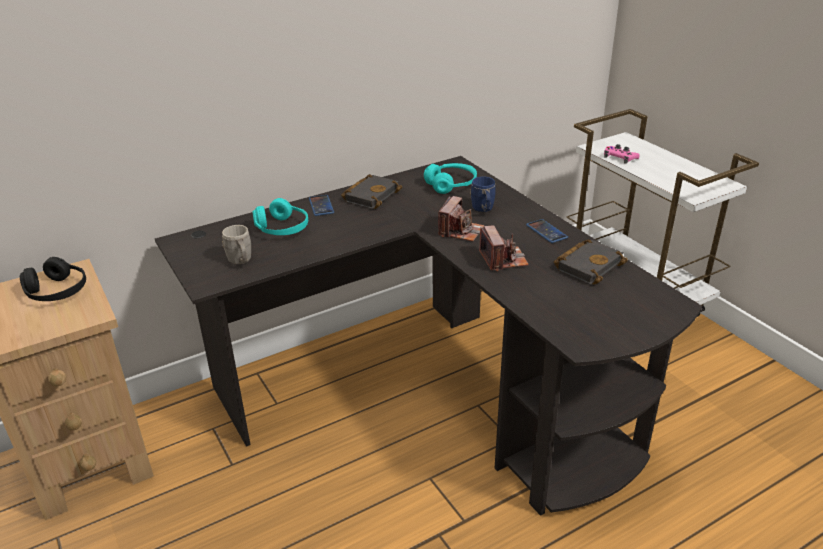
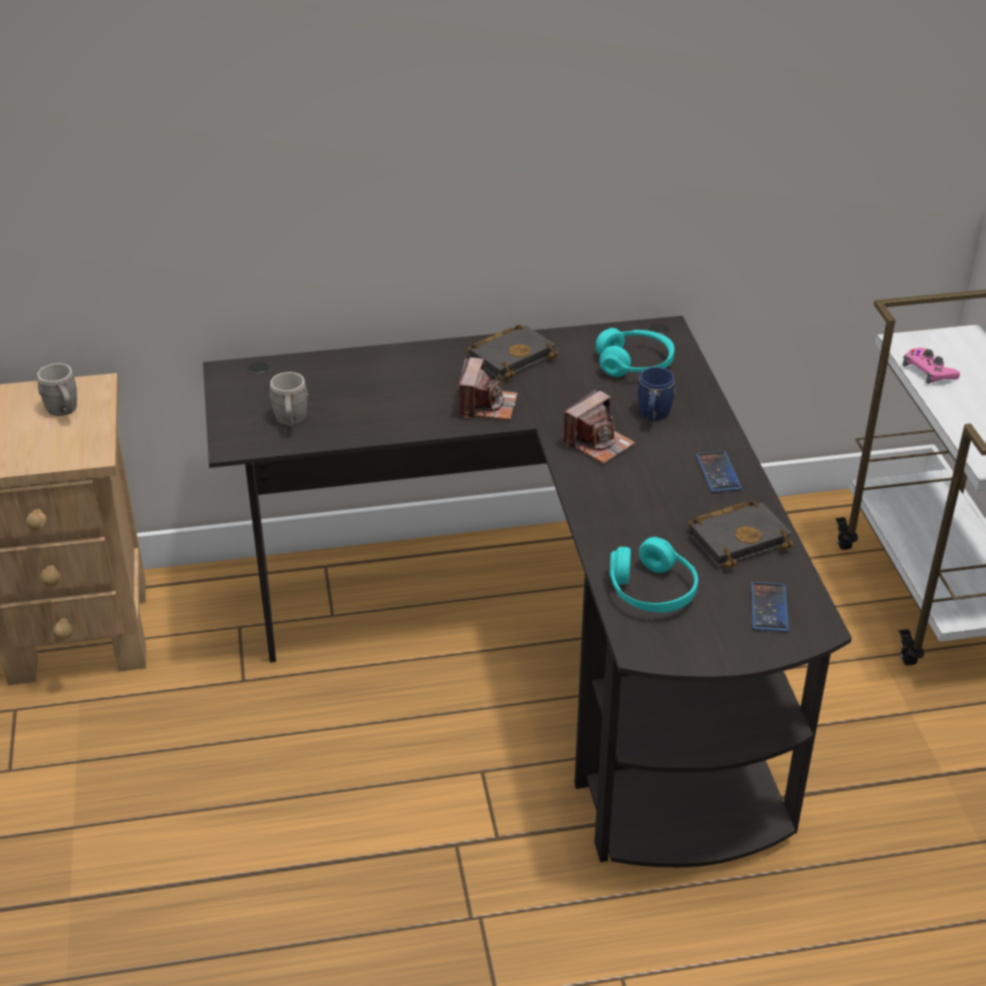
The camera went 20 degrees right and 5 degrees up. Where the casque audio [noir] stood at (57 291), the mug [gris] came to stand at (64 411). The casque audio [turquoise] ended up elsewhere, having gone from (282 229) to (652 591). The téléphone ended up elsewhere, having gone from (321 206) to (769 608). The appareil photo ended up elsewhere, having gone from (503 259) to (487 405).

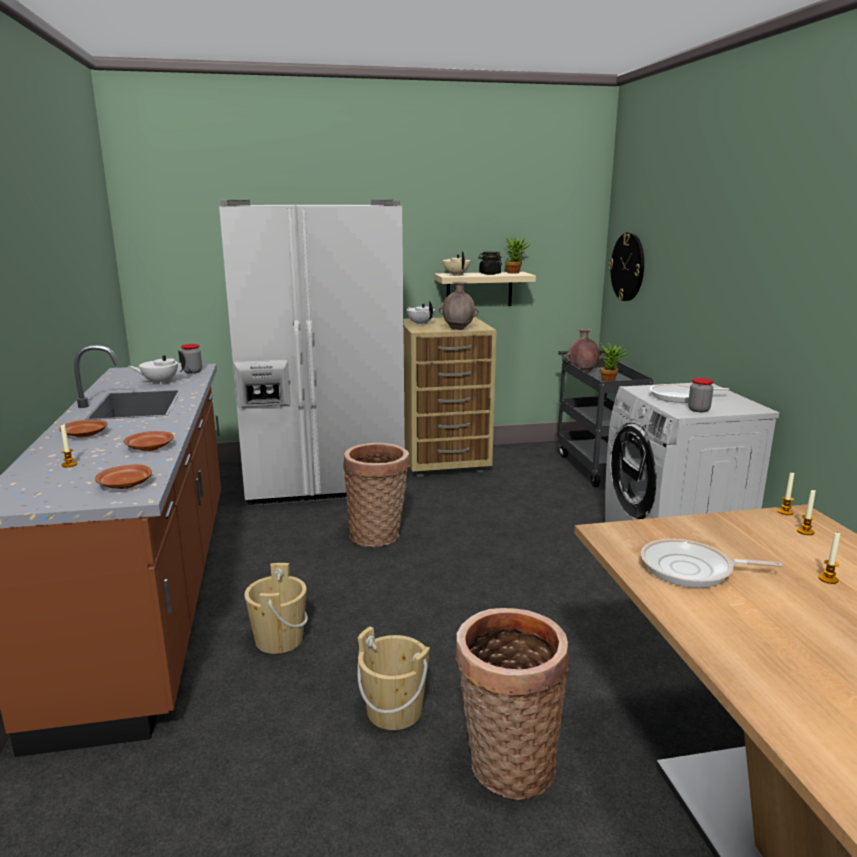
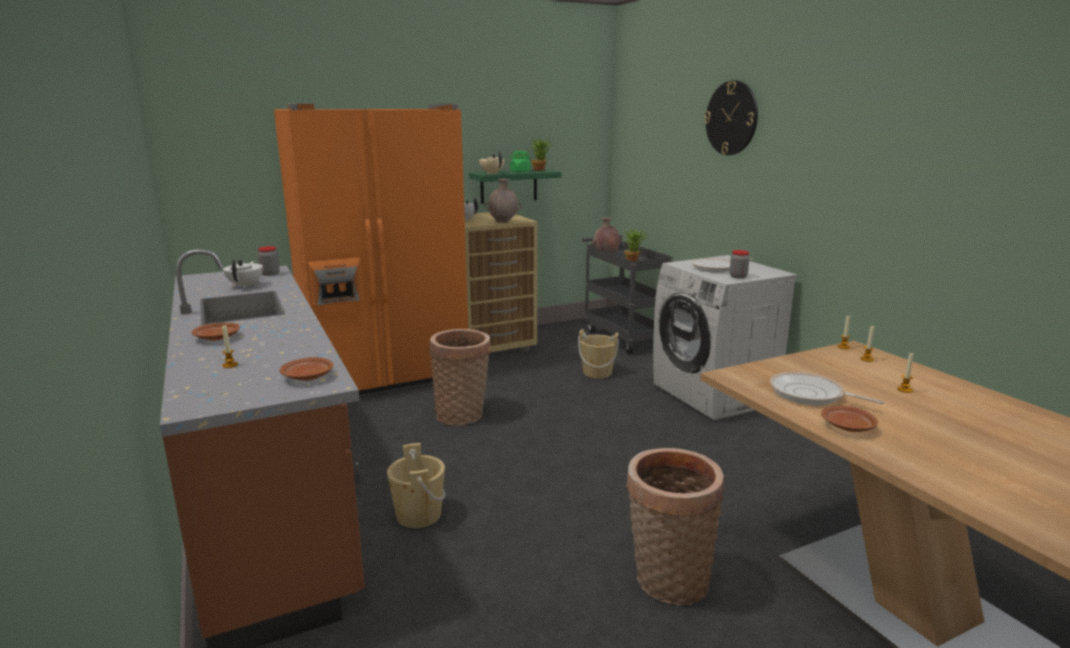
The camera went 15 degrees left and 0 degrees up. The assiette [marron] ended up elsewhere, having gone from (149 448) to (847 427). The théière [blanc] at (160 382) ended up facing another way, 120 degrees clockwise from before. What was the réfrigérateur [blanc] at (324 479) turned into the réfrigérateur [orange] at (385 372). The seau [beige] ended up elsewhere, having gone from (394 710) to (597 372). What was the étagère [beige] at (479 289) turned into the étagère [vert] at (509 186). What was the bocal [noir] at (489 274) turned into the bocal [vert] at (520 171). The horloge murale ended up elsewhere, having gone from (628 267) to (731 118). The poêle at (692 570) ended up facing another way, 45 degrees clockwise from before.

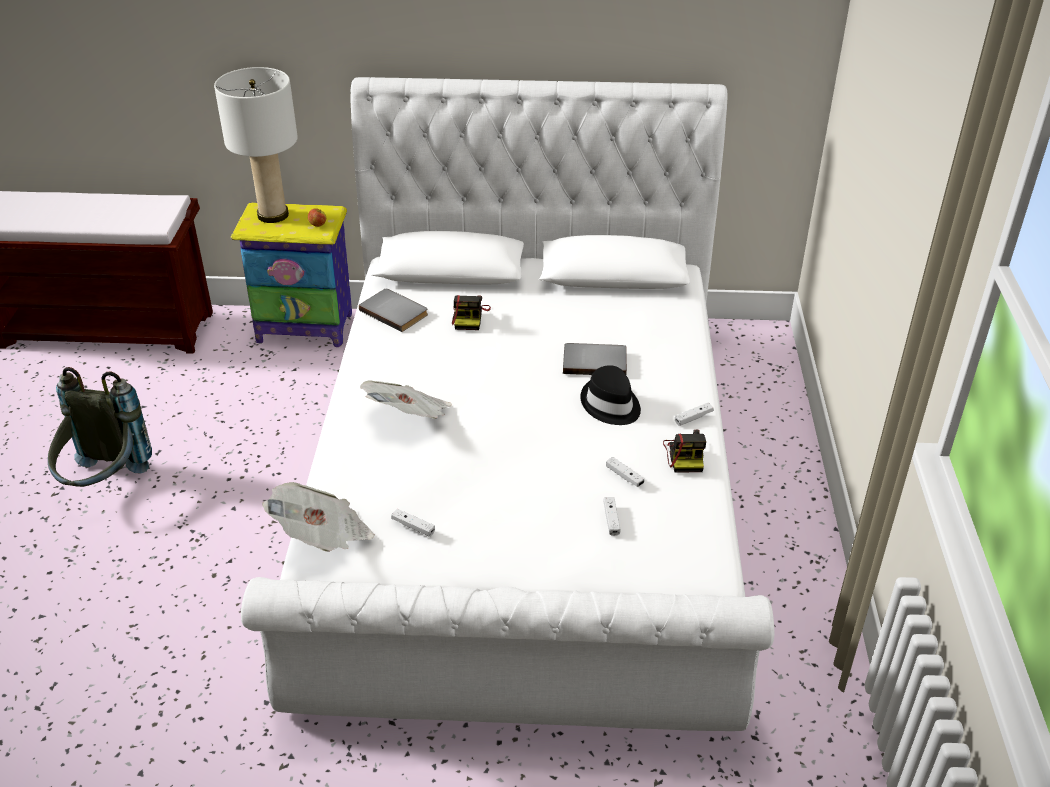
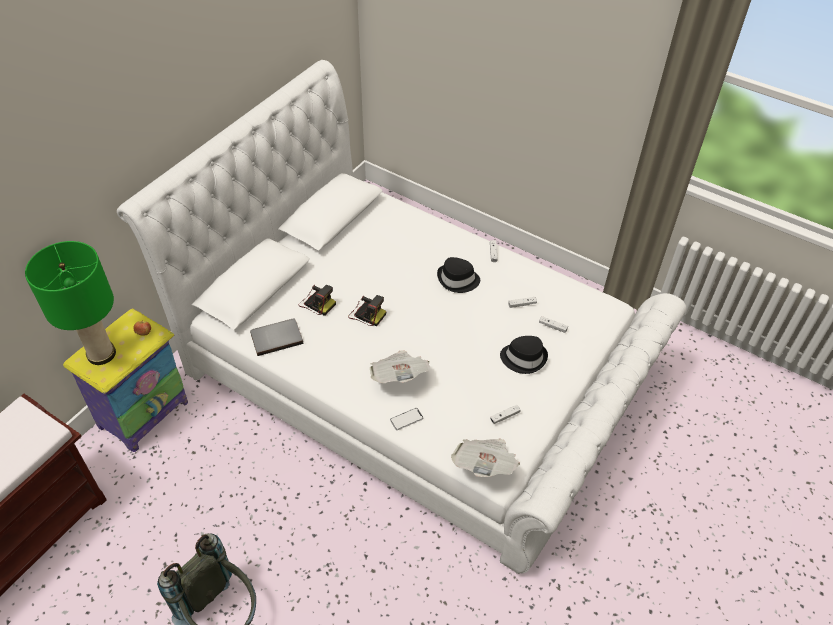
The camera went 60 degrees left and 10 degrees up. What was the lampe de table [blanc] at (272 215) turned into the lampe de table [vert] at (101 354). The second view lost the livre [gris] at (594 361). The appareil photo ended up elsewhere, having gone from (685 455) to (366 314). The second view gained the téléphone at (406 419). The second view gained the chapeau [noir] at (524 358).

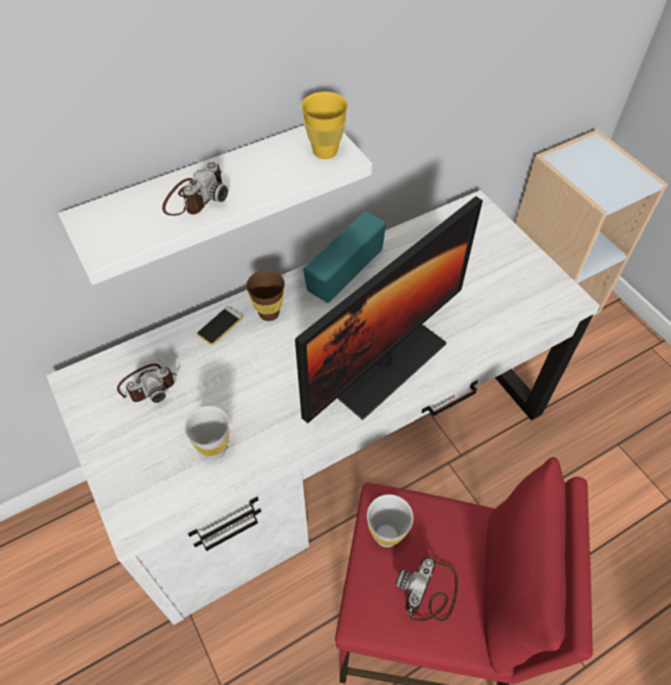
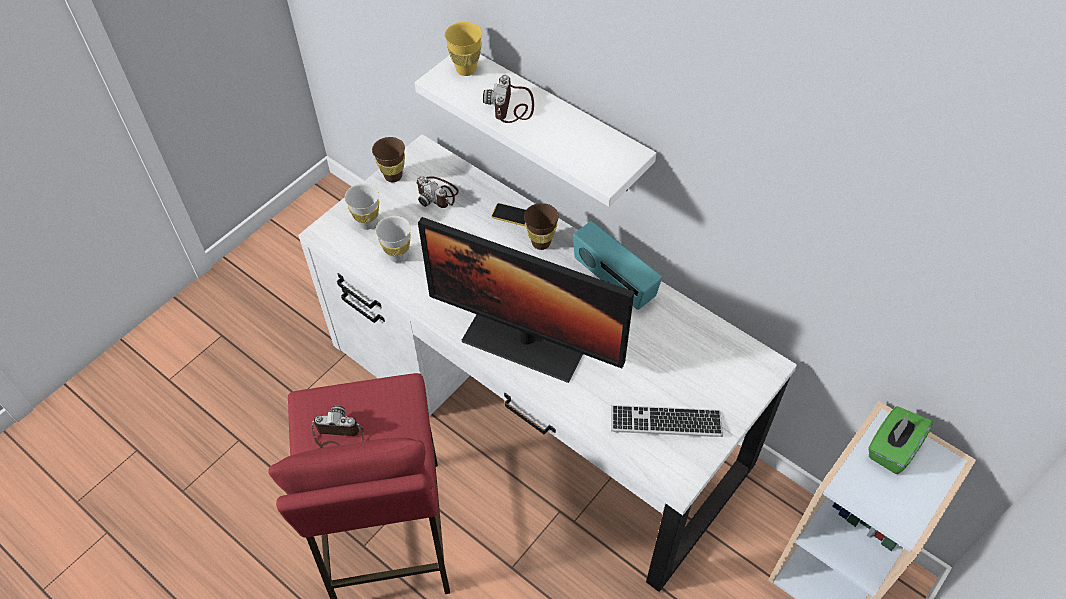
The camera went 70 degrees right and 0 degrees up. The appareil photo at (195 197) ended up facing another way, 90 degrees clockwise from before. The tasse [jaune] ended up elsewhere, having gone from (325 152) to (466 69). The radio at (344 274) ended up facing another way, 150 degrees counterclockwise from before. The tasse [blanc] ended up elsewhere, having gone from (386 535) to (367 223). The second view gained the tasse [marron] at (393 176). The second view gained the clavier at (665 422). The second view gained the boîte à mouchoirs [vert] at (892 448).

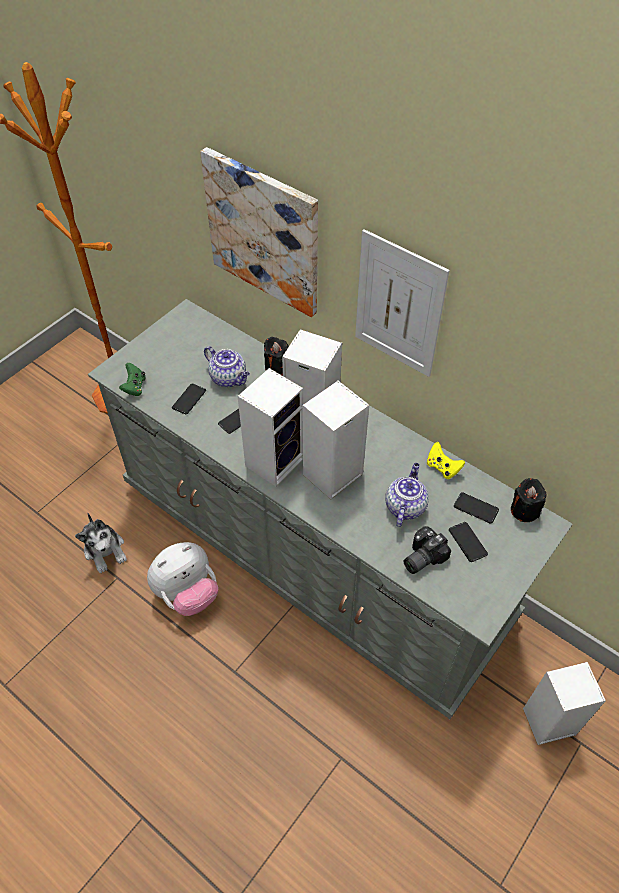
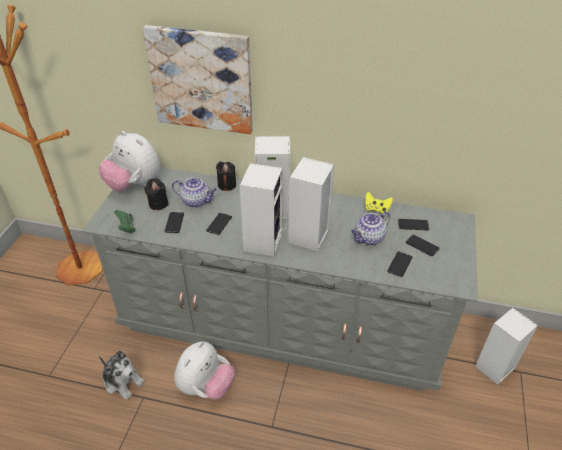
The camera went 25 degrees left and 10 degrees down. The second view lost the tableau at (398 305). The théière at (405 506) ended up facing another way, 120 degrees counterclockwise from before. Where the appareil photo stood at (421 557), the téléphone came to stand at (399 264). The bougie [noir] ended up elsewhere, having gone from (524 510) to (158 204). The second view gained the peluche at (134 185).

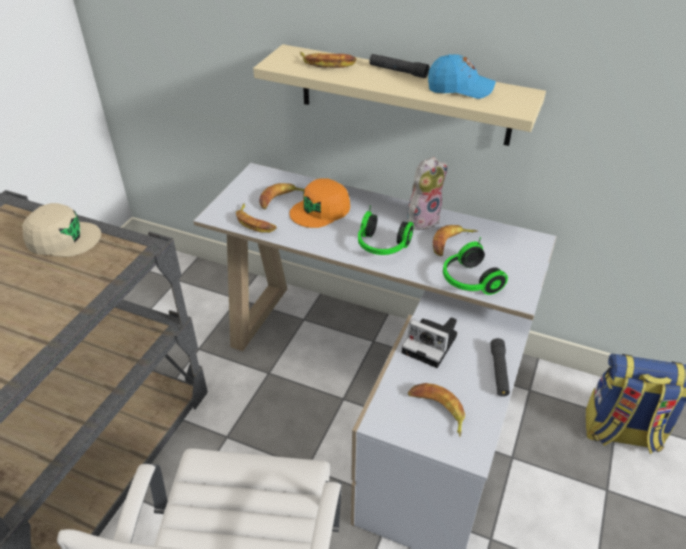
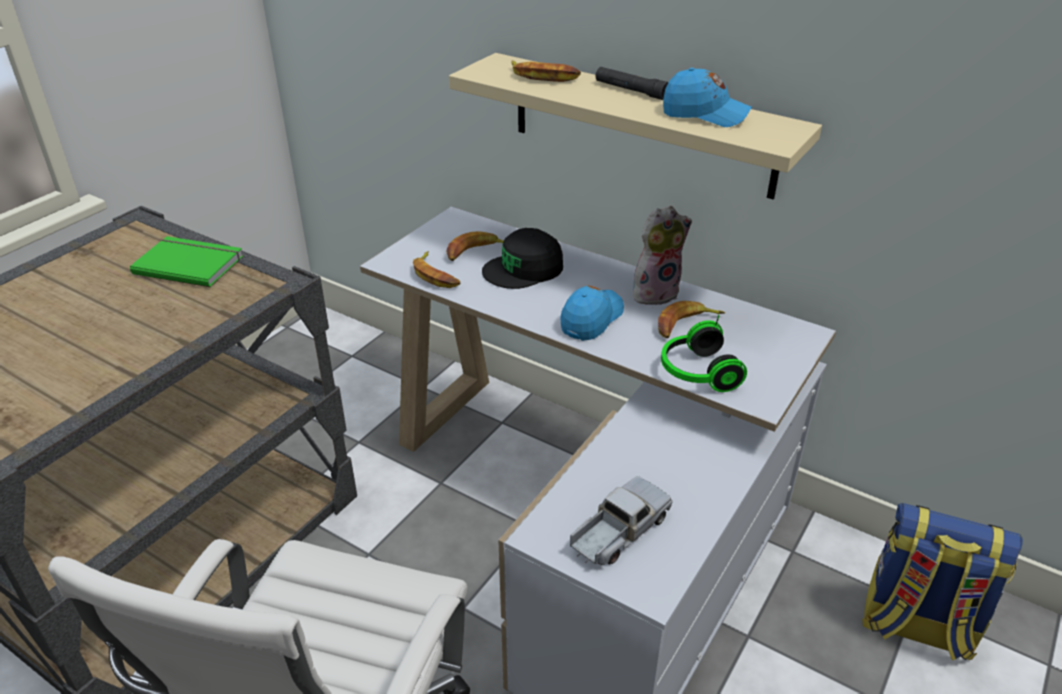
The camera went 10 degrees right and 5 degrees down. Where the casquette [beige] stood at (63 238), the livre [vert] came to stand at (190 263). What was the casquette [orange] at (321 210) turned into the casquette [noir] at (524 269). Where the casque audio stood at (382 246), the casquette [bleu] came to stand at (591 319). The second view lost the appareil photo at (431 344). Where the banane stood at (437 410), the camion jouet came to stand at (618 531). The second view lost the lampe de poche [noir] at (499 371).

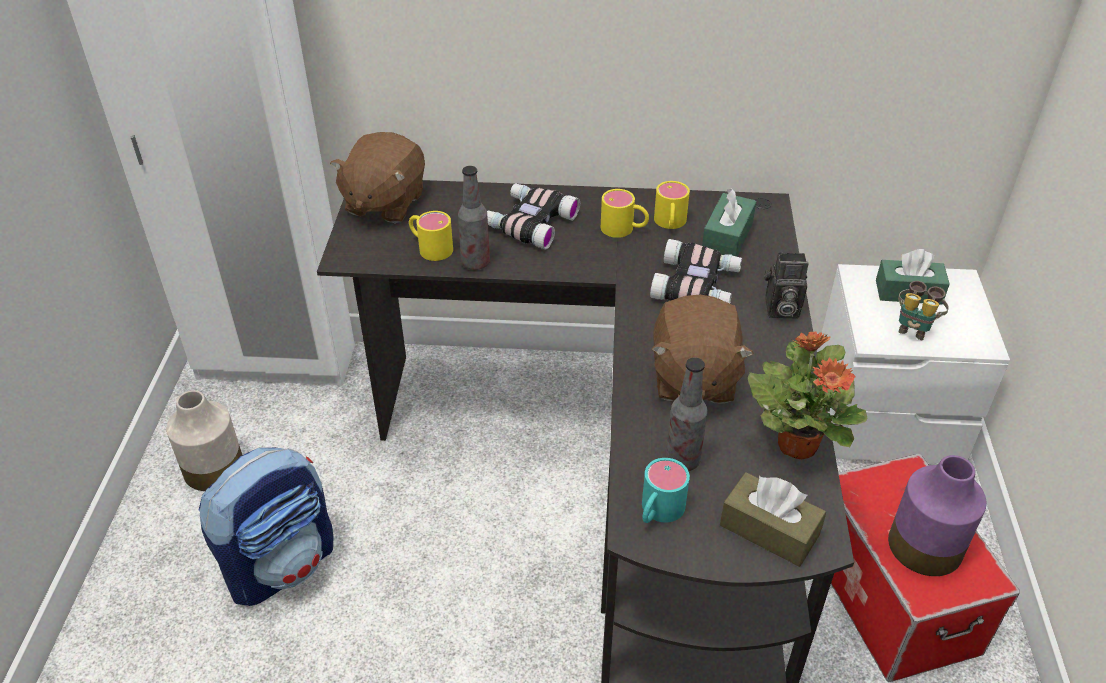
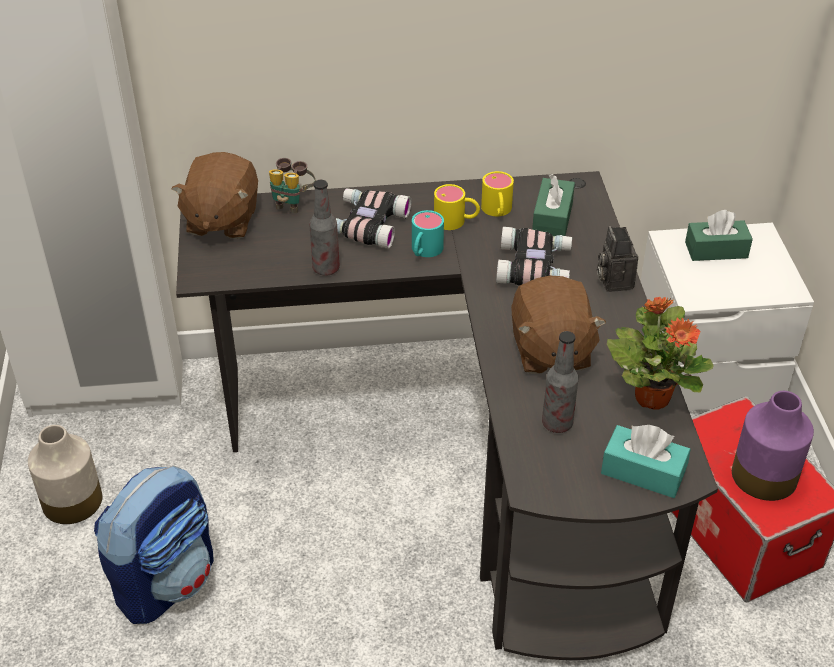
The camera went 10 degrees left and 0 degrees up. The second view lost the mug [jaune] at (430 247). The mug [turquoise] ended up elsewhere, having gone from (658 512) to (424 251). What was the boîte à mouchoirs [marron] at (769 530) turned into the boîte à mouchoirs [turquoise] at (643 472). The appareil photo at (780 310) ended up facing another way, 90 degrees clockwise from before. The jumelles ended up elsewhere, having gone from (914 327) to (292 203).

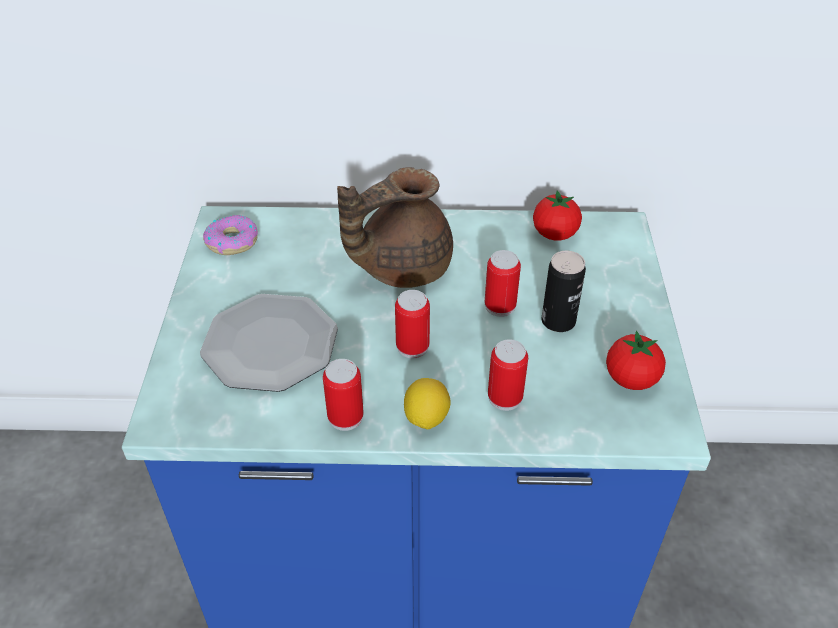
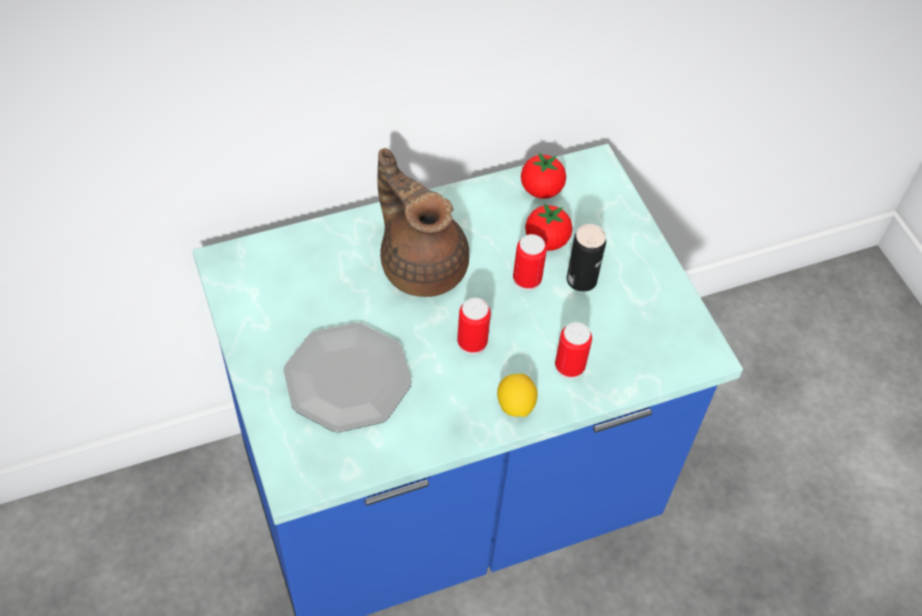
The camera went 25 degrees left and 10 degrees up. The second view lost the beignet at (232 241). The second view lost the boîte métallique at (345 417). The théière [marron] at (400 266) ended up facing another way, 105 degrees clockwise from before. The tomate ended up elsewhere, having gone from (631 379) to (546 241).

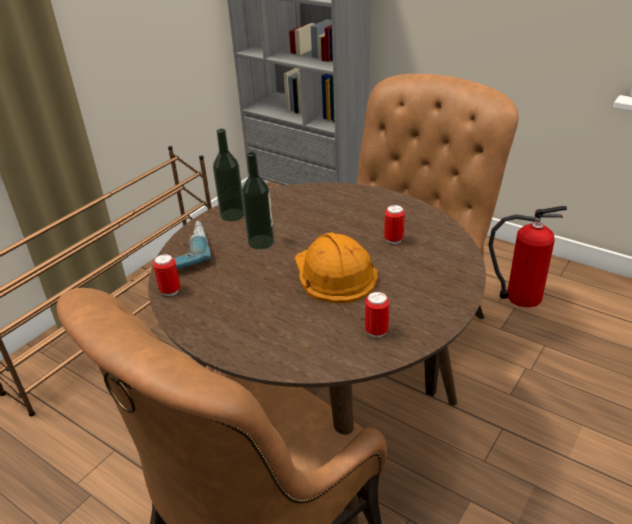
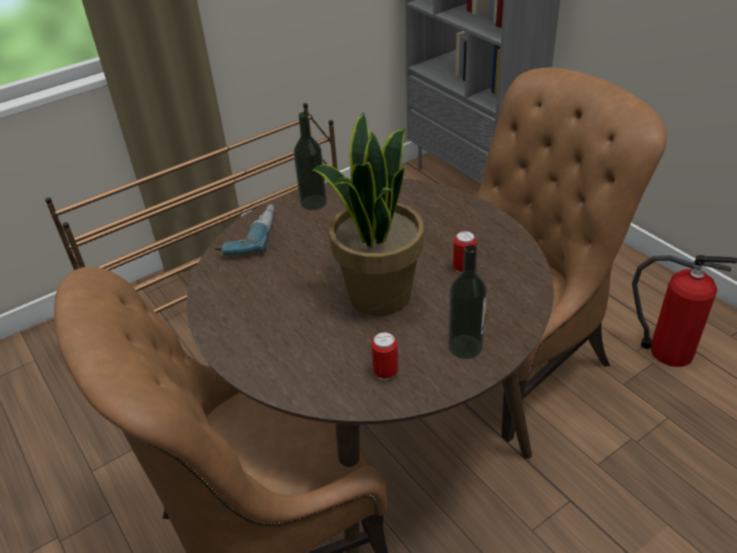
The camera went 20 degrees right and 5 degrees up. The second view lost the boîte métallique at (170 291). The bouteille ended up elsewhere, having gone from (261 242) to (465 346). Where the casque de chantier [orange] stood at (333 273), the plante en pot came to stand at (378 294).

